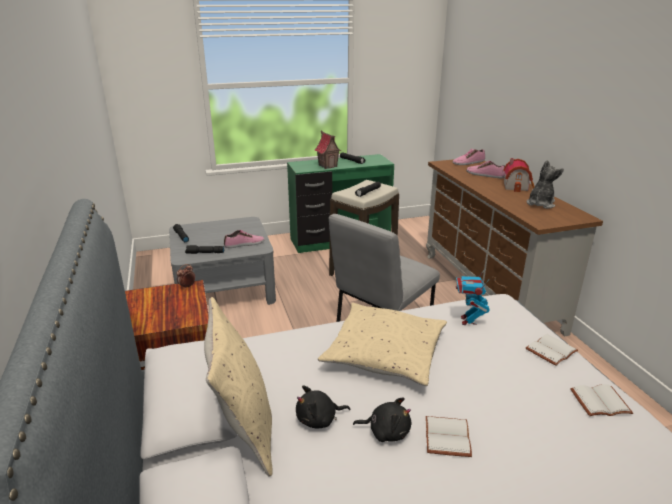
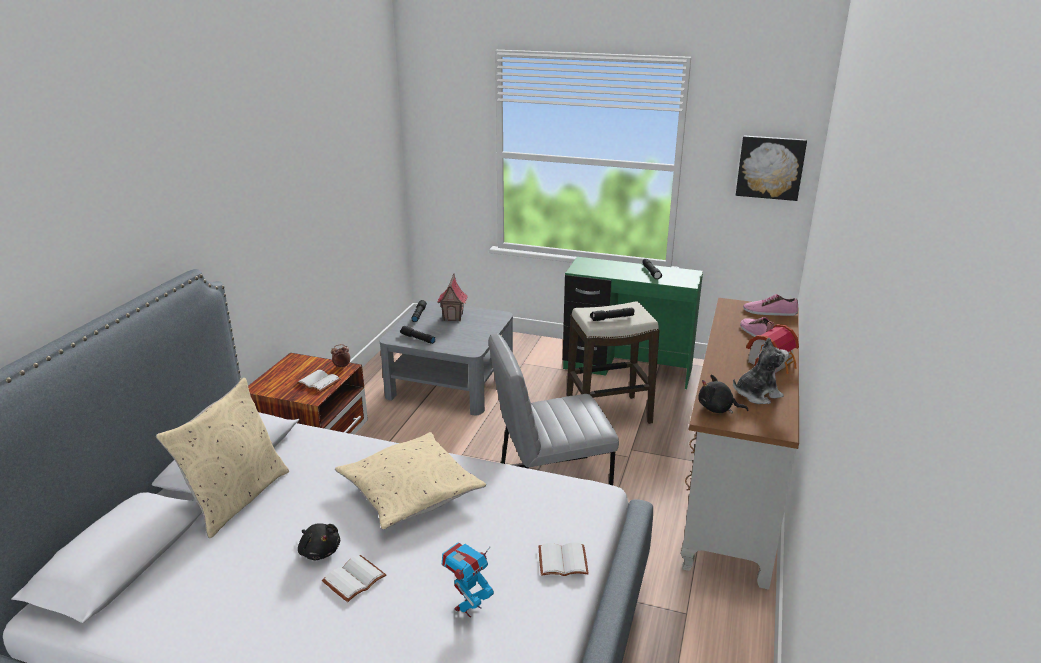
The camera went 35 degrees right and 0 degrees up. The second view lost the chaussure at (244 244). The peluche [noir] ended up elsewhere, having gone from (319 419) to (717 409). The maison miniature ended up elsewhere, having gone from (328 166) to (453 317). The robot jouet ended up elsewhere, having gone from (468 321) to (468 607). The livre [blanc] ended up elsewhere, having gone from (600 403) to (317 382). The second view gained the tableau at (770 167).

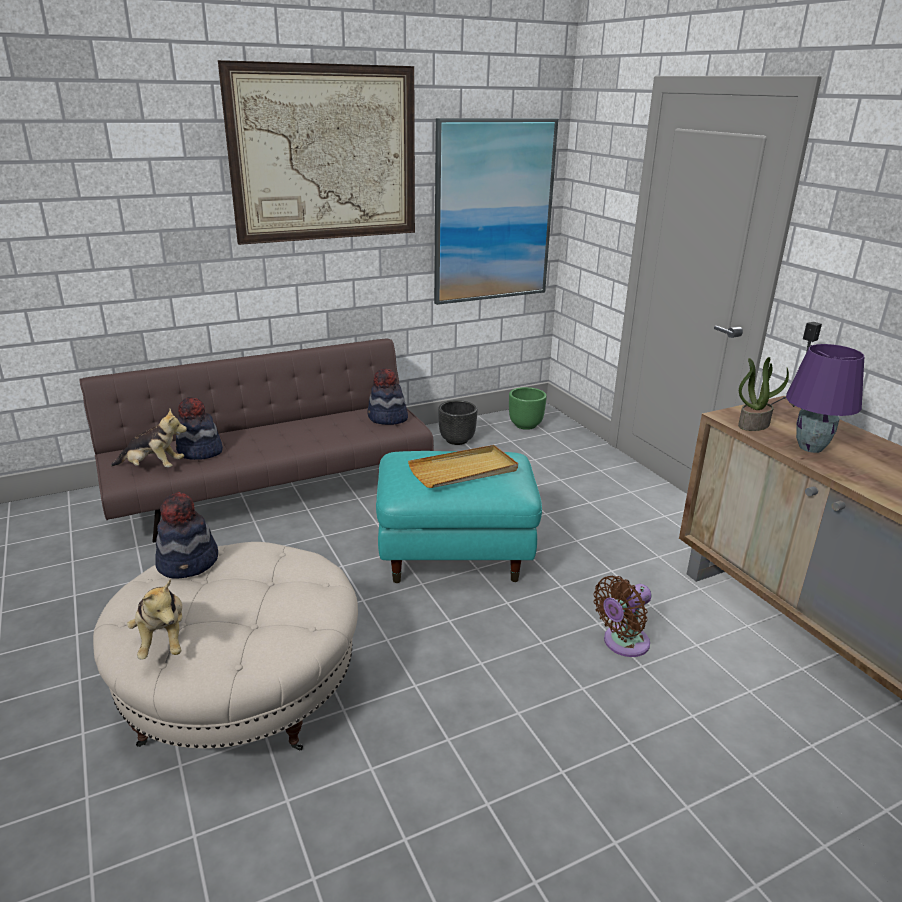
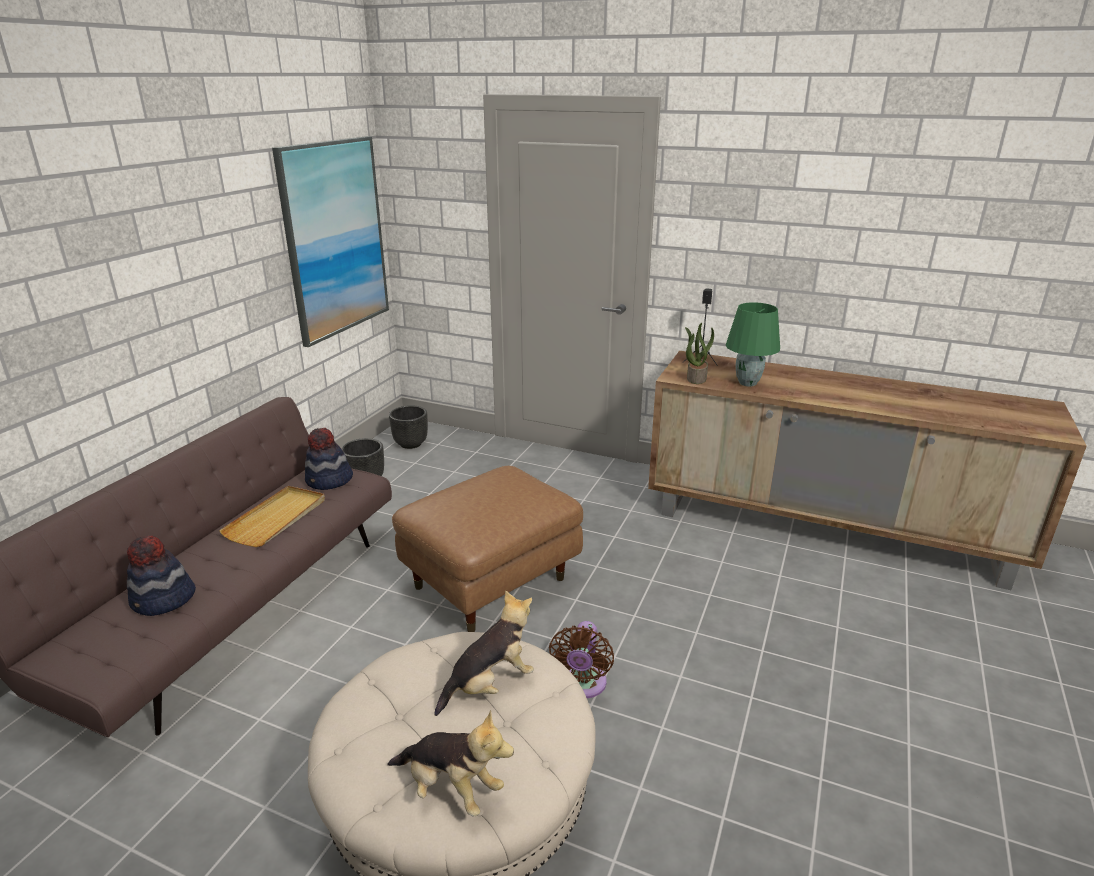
The camera went 40 degrees left and 0 degrees up. The peluche ended up elsewhere, having gone from (153 467) to (490 684). The second view lost the chapeau at (189 563). The second view lost the tableau at (325 154). What was the pouf [turquoise] at (456 555) turned into the pouf [marron] at (492 582). The plateau [beige] ended up elsewhere, having gone from (464 470) to (277 518). What was the cache-pot [vert] at (526 425) turned into the cache-pot [noir] at (411 443). The ventilateur [marron] ended up elsewhere, having gone from (622 643) to (582 685). What was the lampe de table [violet] at (811 448) turned into the lampe de table [vert] at (748 383).

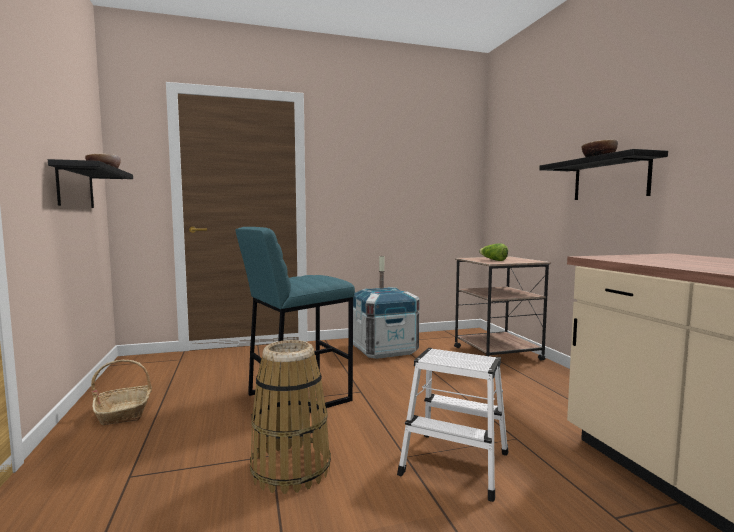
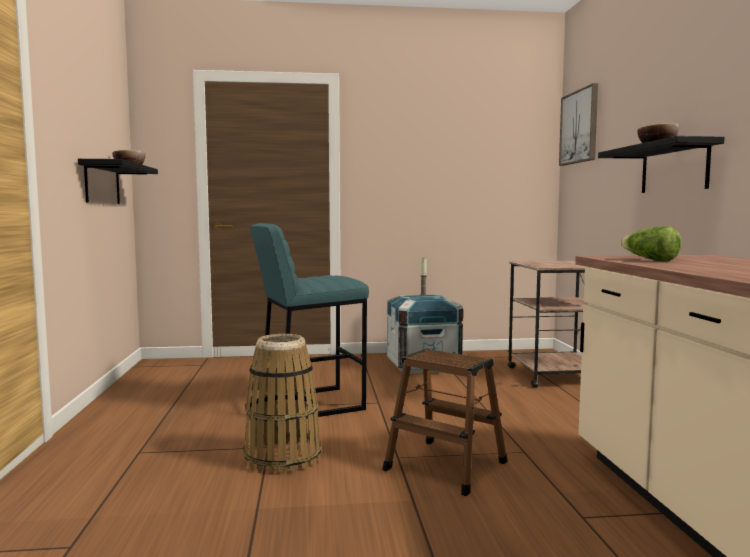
The camera went 10 degrees right and 0 degrees up. The second view lost the panier at (124 412). What was the escabeau [blanc] at (455 463) turned into the escabeau [marron] at (446 465). The laitue ended up elsewhere, having gone from (493 260) to (649 260). The second view gained the tableau at (579 127).

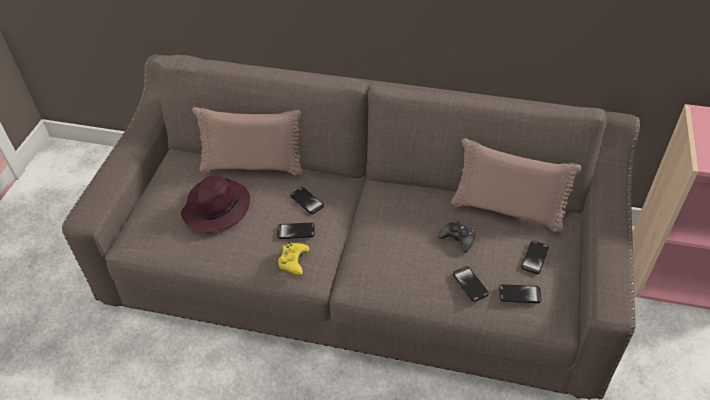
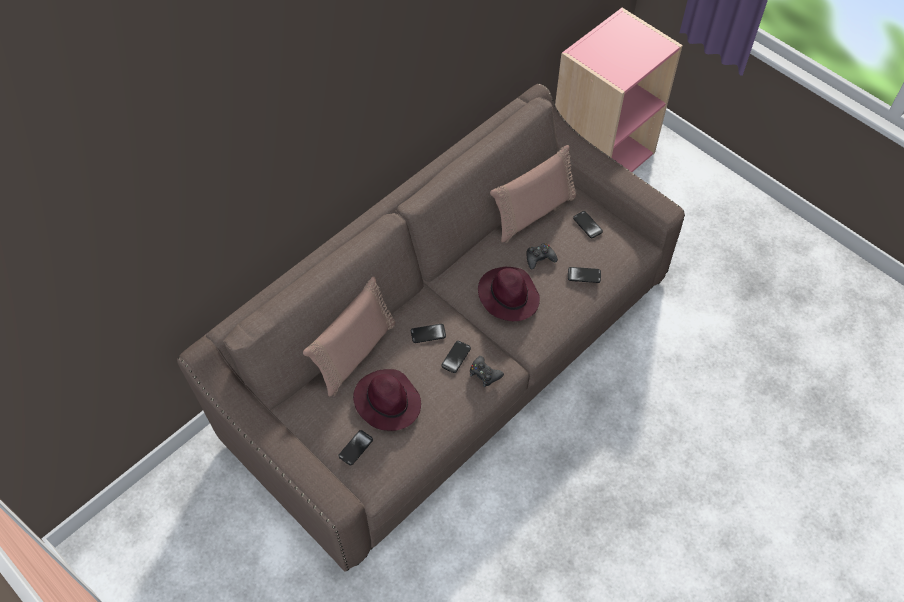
The camera went 60 degrees left and 10 degrees up. What was the manette [jaune] at (293 261) turned into the manette [noir] at (484 374). The téléphone ended up elsewhere, having gone from (519 294) to (355 448). The second view gained the chapeau [violet] at (508 295).

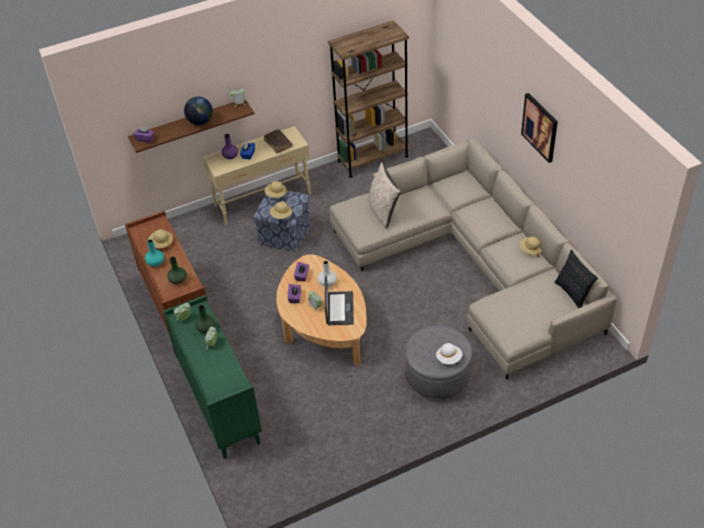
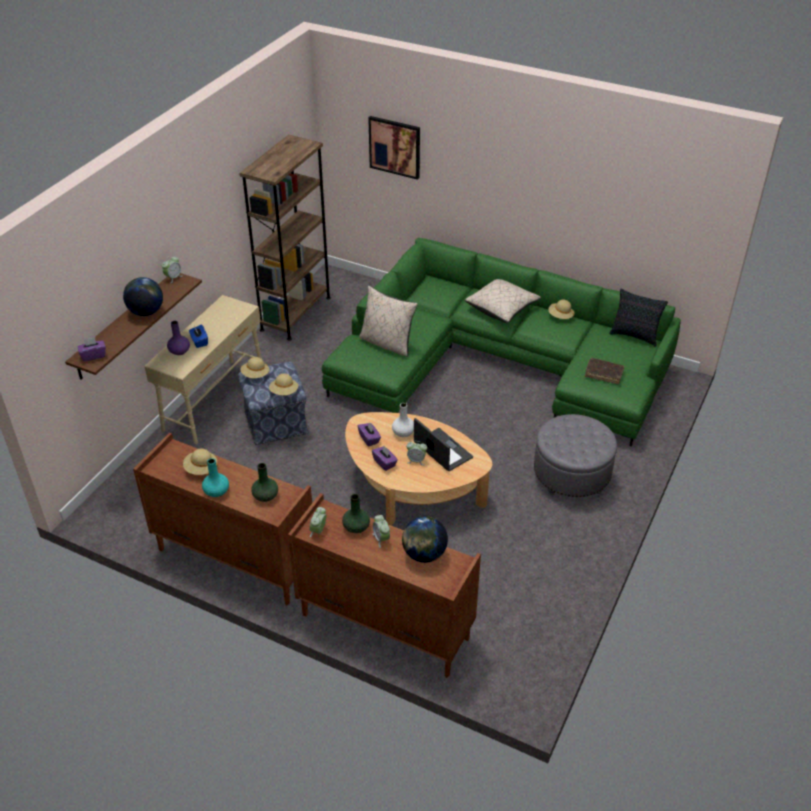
The camera went 40 degrees left and 5 degrees down. What was the meuble de rangement [vert] at (220 405) turned into the meuble de rangement [marron] at (384 626). The livre [marron] ended up elsewhere, having gone from (278 143) to (604 374). What was the canapé [beige] at (474 265) turned into the canapé [vert] at (497 364). The second view lost the chapeau [blanc] at (449 358). The tableau ended up elsewhere, having gone from (540 127) to (395 147). The second view gained the globe at (424 554). The second view gained the coussin [beige] at (502 308).

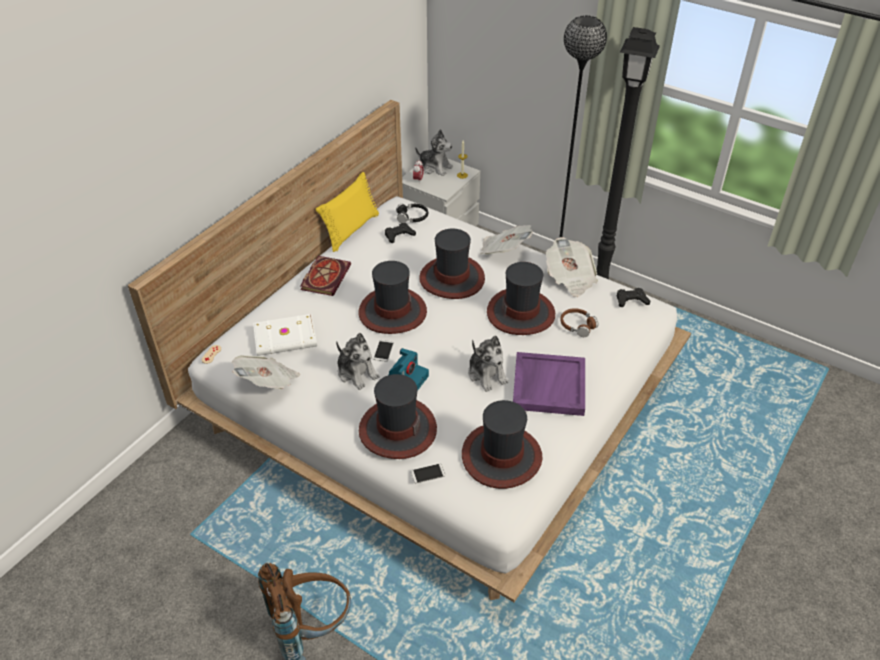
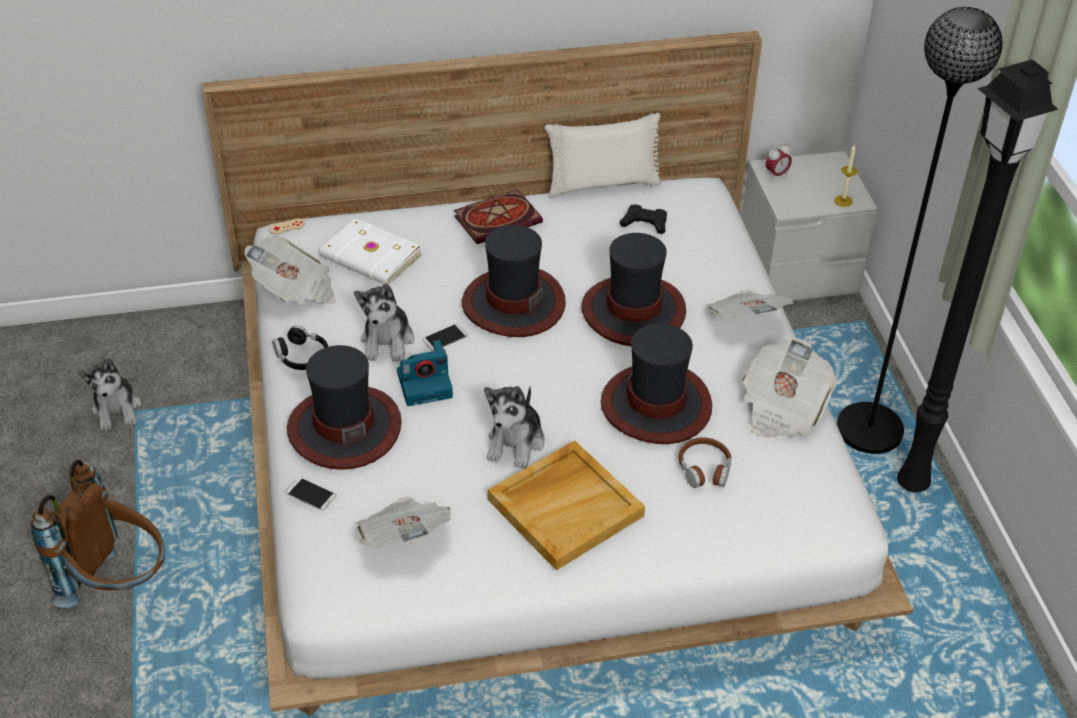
The camera went 45 degrees right and 0 degrees up. What was the coussin [jaune] at (350 230) turned into the coussin [blanc] at (602 185). The casque audio [noir] ended up elsewhere, having gone from (412 217) to (302 356). The peluche ended up elsewhere, having gone from (435 167) to (117 409). Where the chapeau stood at (501 457), the journal came to stand at (404 538). What was the plateau [violet] at (548 385) turned into the plateau [beige] at (565 506). The second view lost the manette [noir] at (631 300).

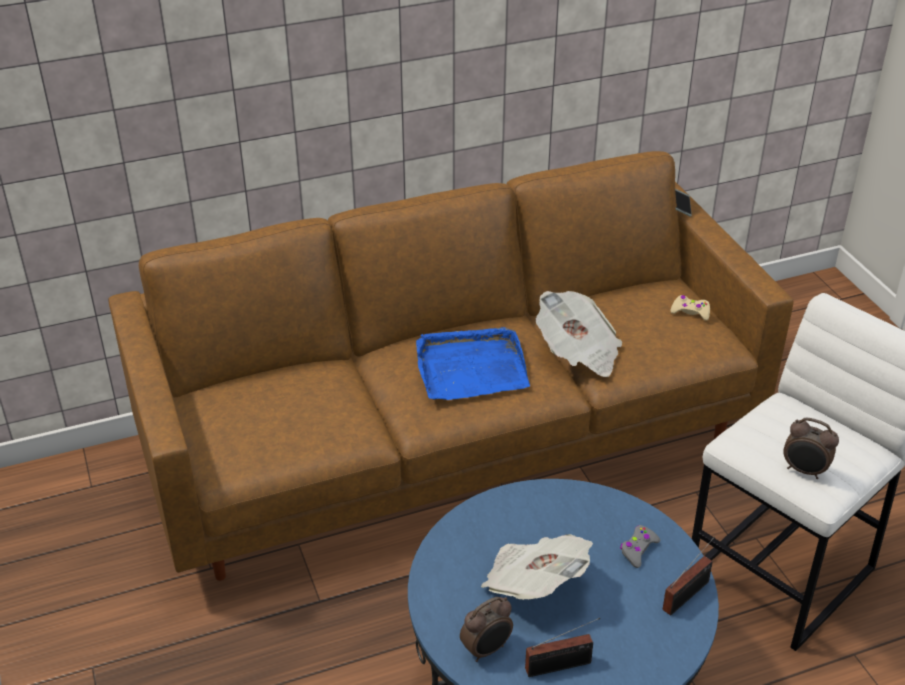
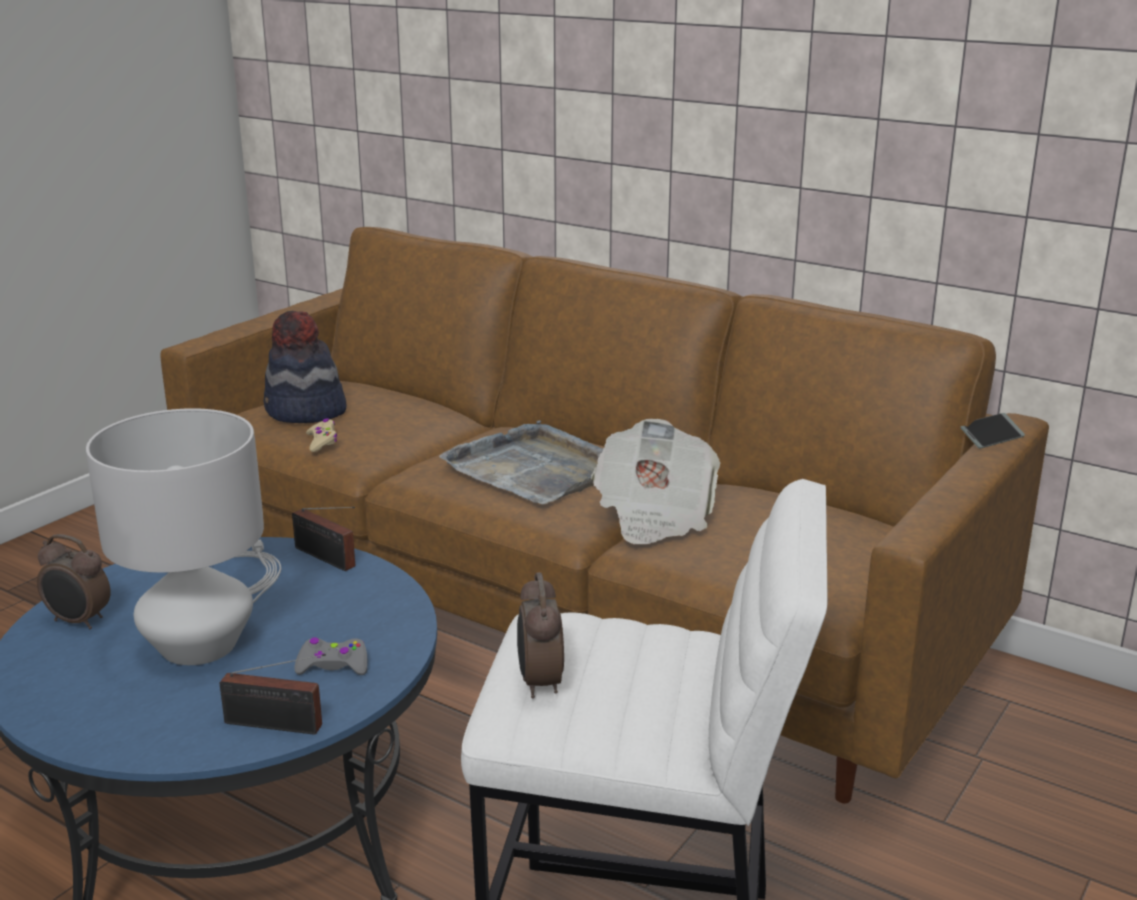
The camera went 55 degrees right and 15 degrees down. What was the plateau [bleu] at (470 368) turned into the plateau [gris] at (535 469). Where the journal stood at (534 583), the lampe de table [blanc] came to stand at (211 617). The radio ended up elsewhere, having gone from (562 666) to (327 559). The manette [beige] ended up elsewhere, having gone from (690 312) to (322 441). The second view gained the chapeau at (305 412).

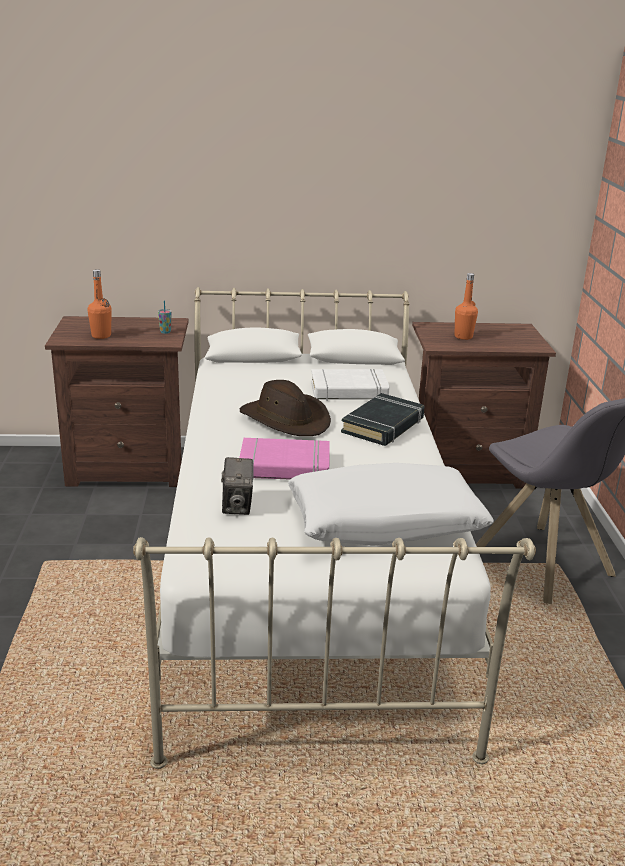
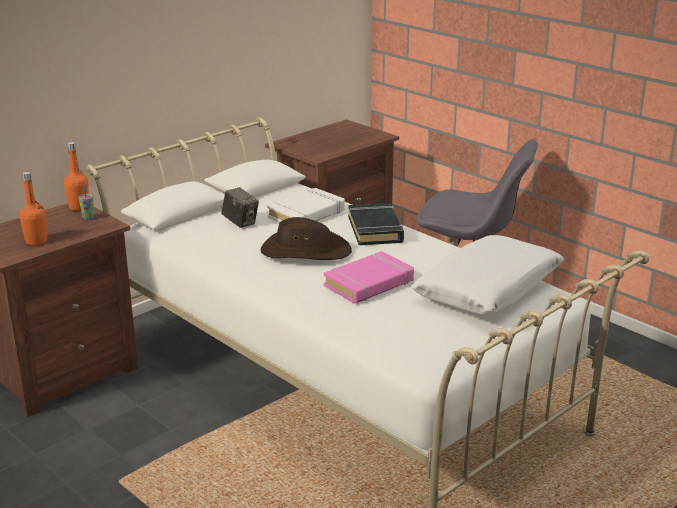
The camera went 40 degrees left and 0 degrees up. The appareil photo ended up elsewhere, having gone from (237 506) to (240 222). The bouteille [orange] ended up elsewhere, having gone from (463 337) to (79 207).

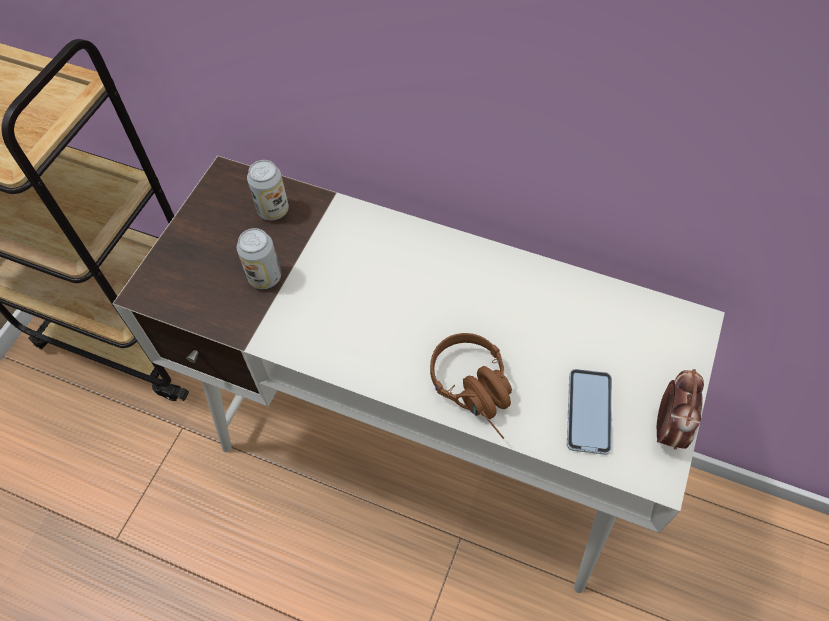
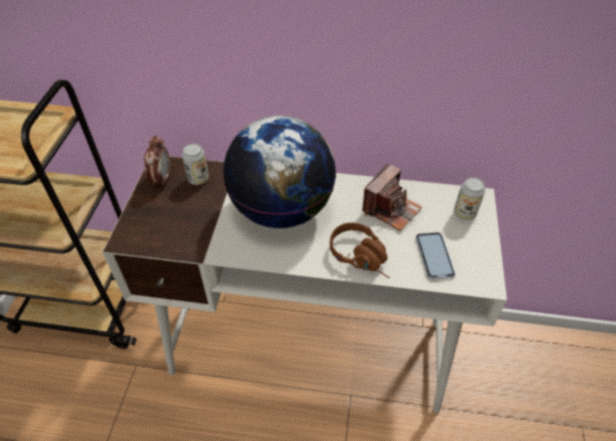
The camera went 15 degrees left and 10 degrees down. The boîte métallique ended up elsewhere, having gone from (265 277) to (464 213). The réveil ended up elsewhere, having gone from (668 427) to (161 178). The second view gained the globe at (282 210). The second view gained the appareil photo at (391 209).

